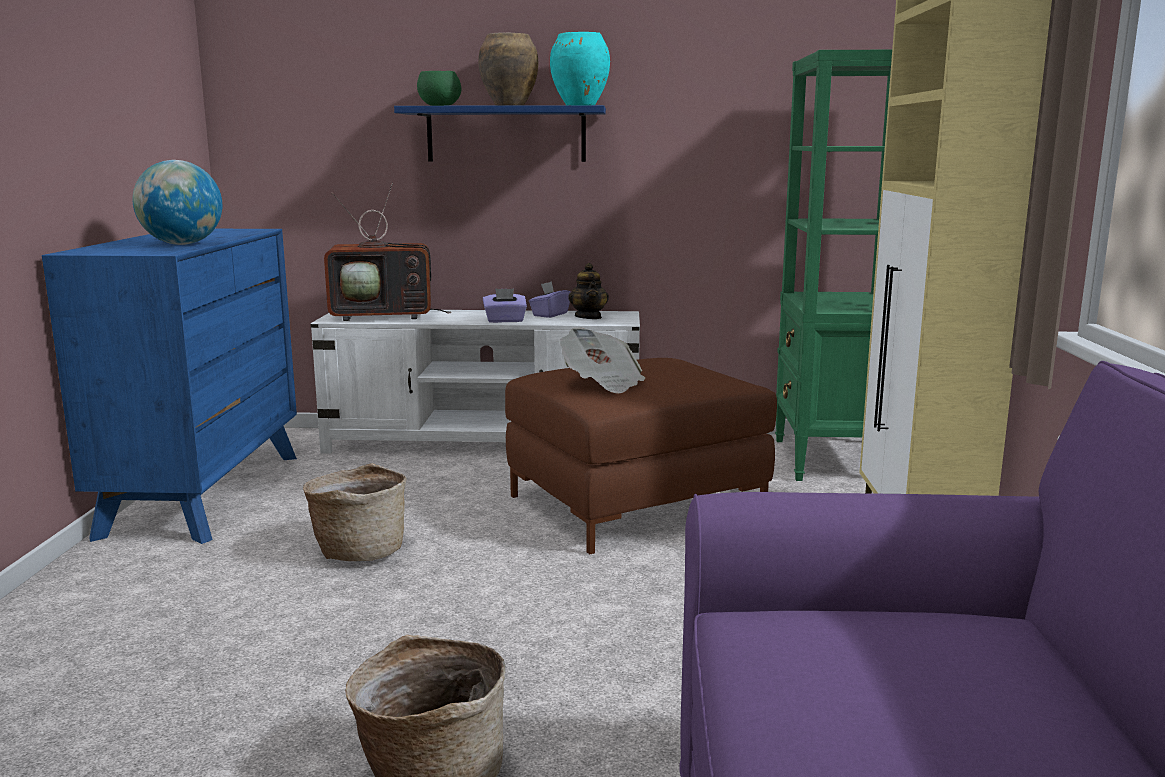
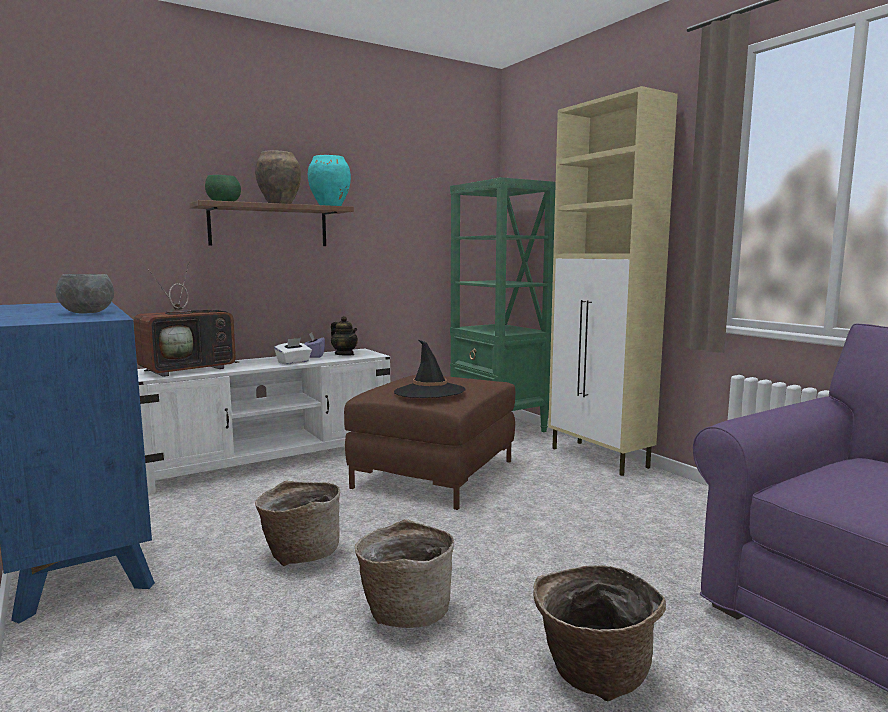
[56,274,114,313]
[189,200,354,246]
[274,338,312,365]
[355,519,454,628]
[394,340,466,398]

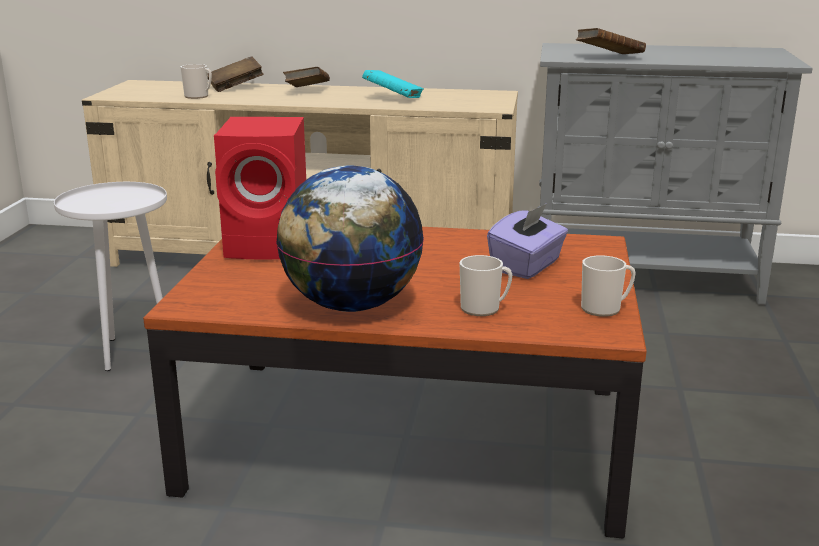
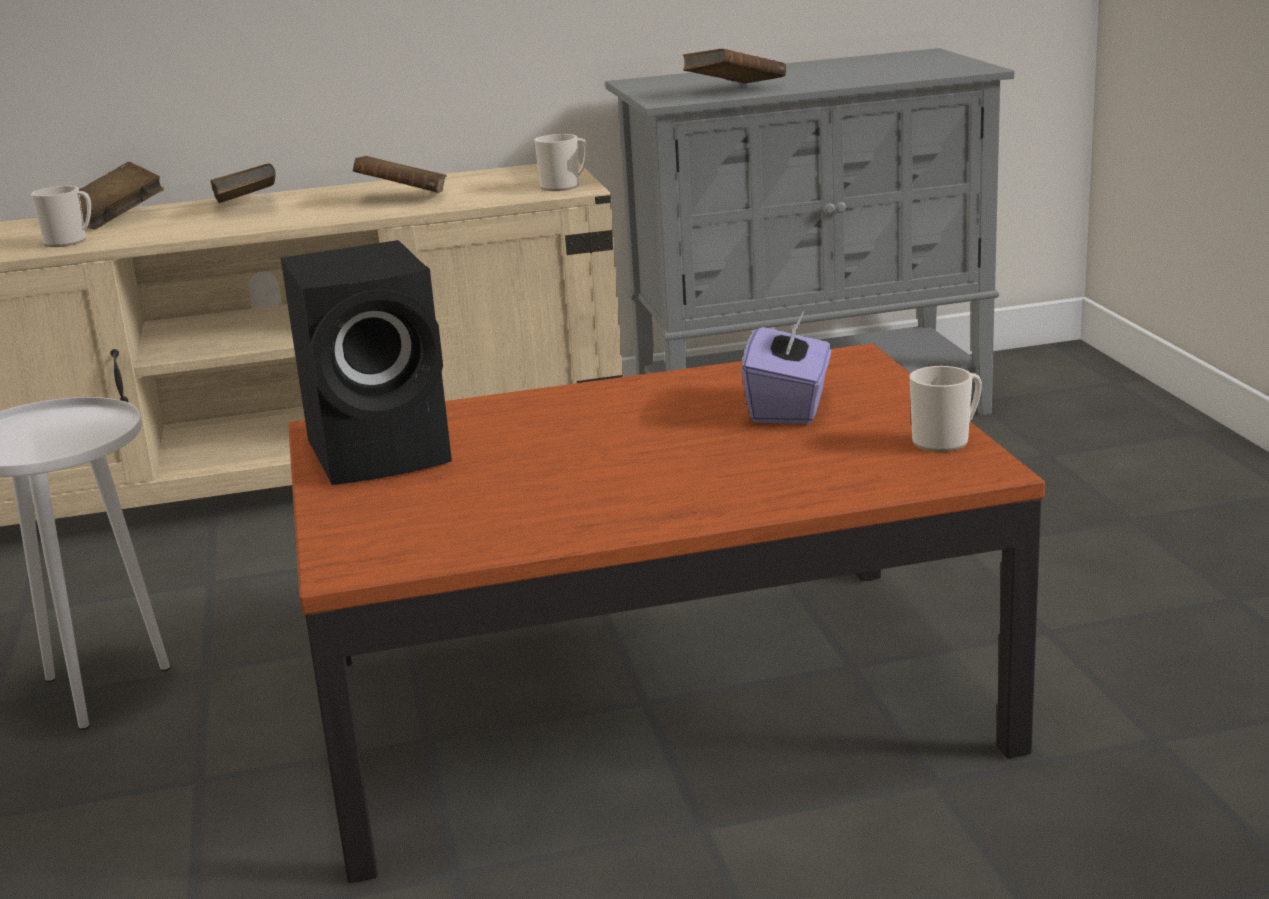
[281,240,452,485]
[353,156,447,193]
[535,134,588,191]
[276,165,424,312] (first image)

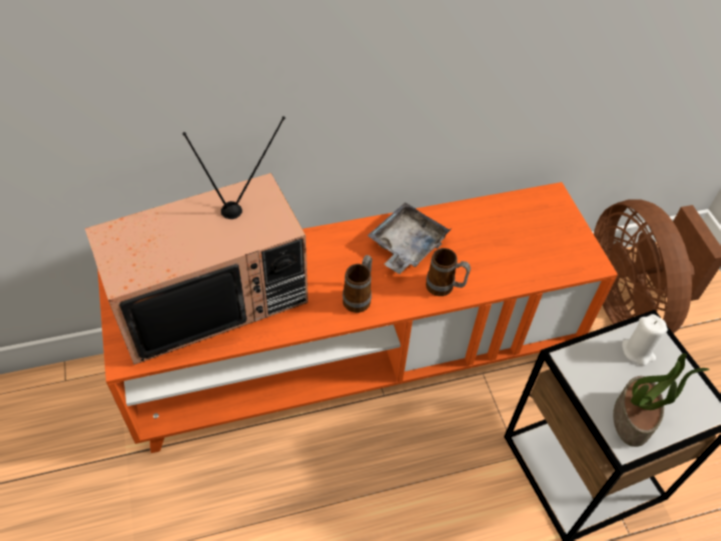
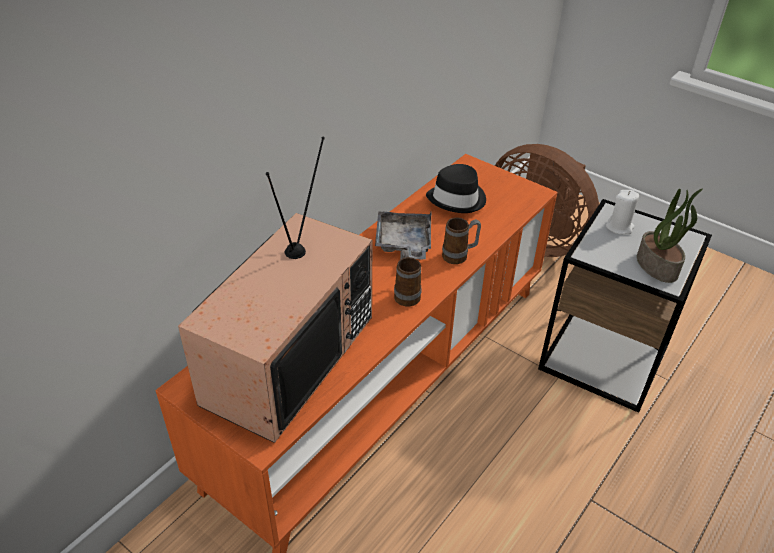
[426,164,486,213]

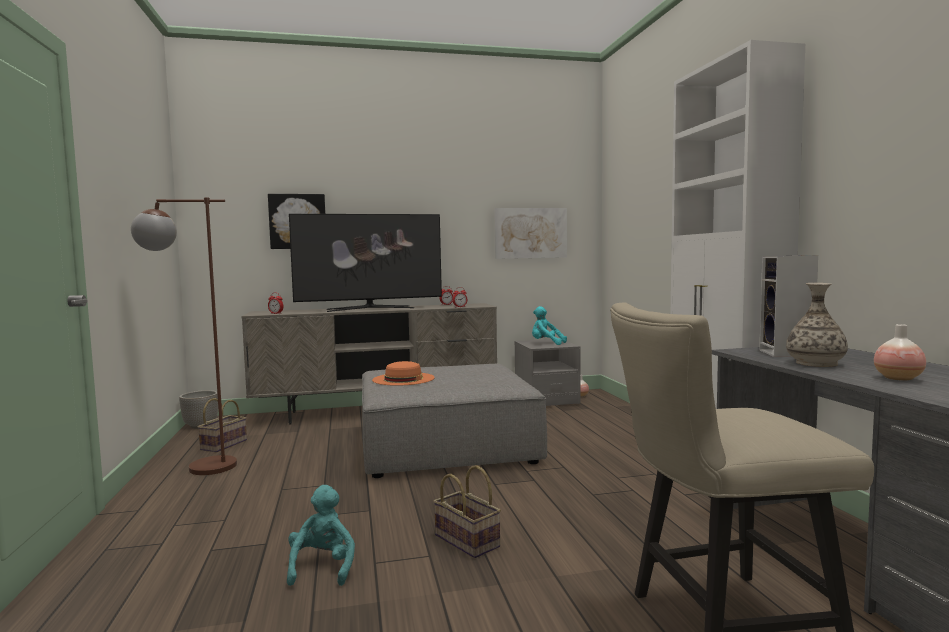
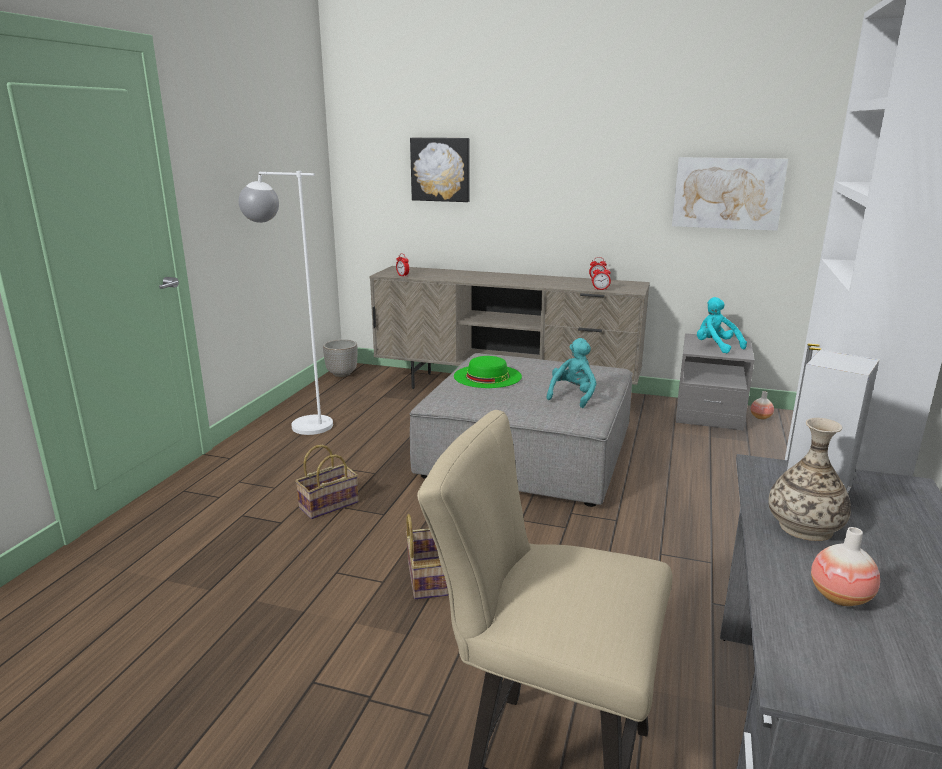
[239,171,333,435]
[295,445,359,519]
[454,356,522,388]
[546,338,597,408]
[289,214,442,312] (first image)

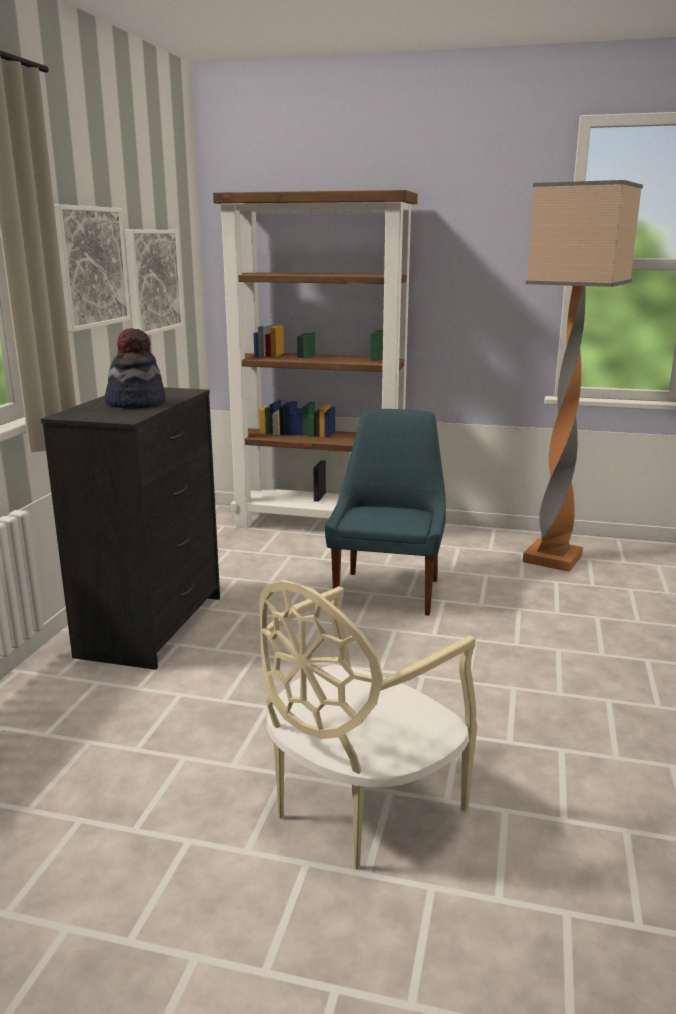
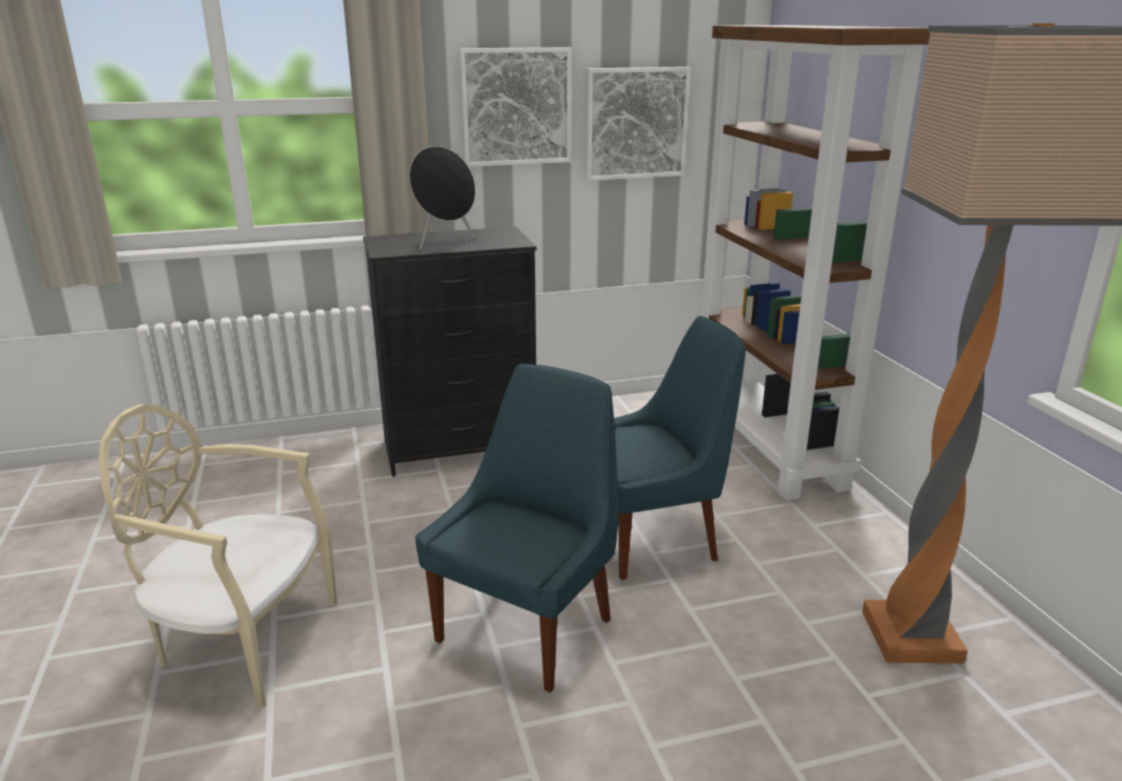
[409,146,476,250]
[415,364,619,693]

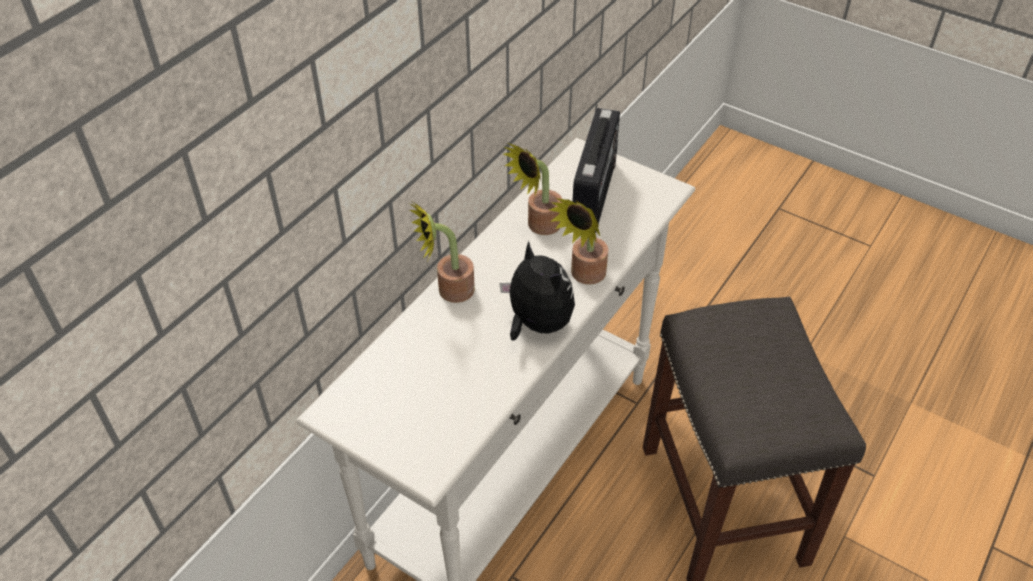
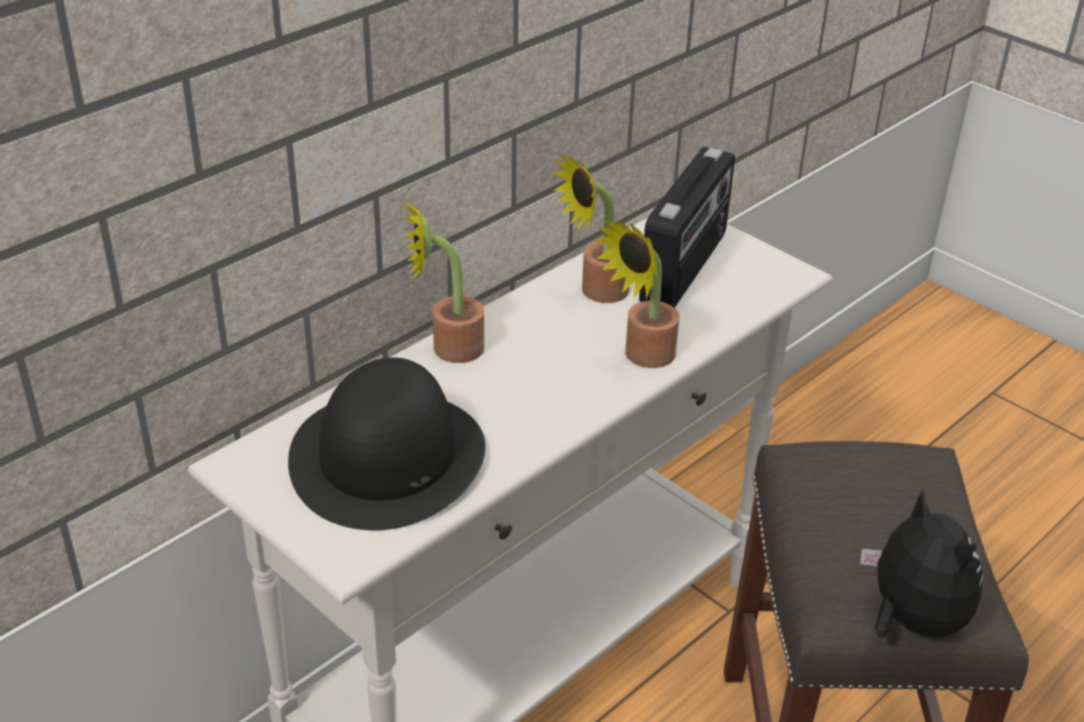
[288,357,486,530]
[860,489,983,638]

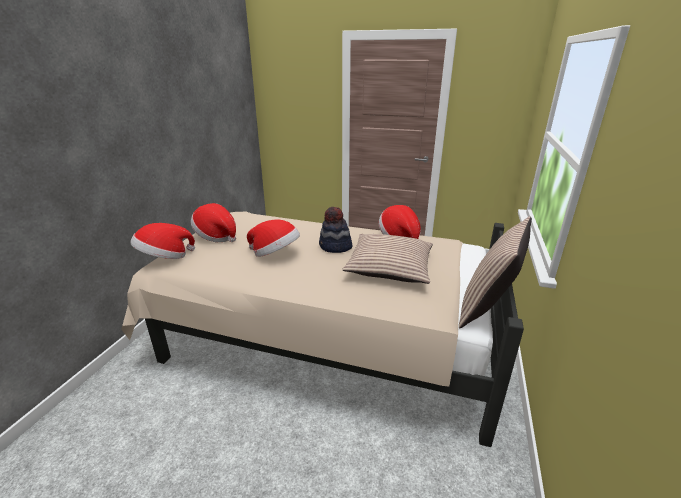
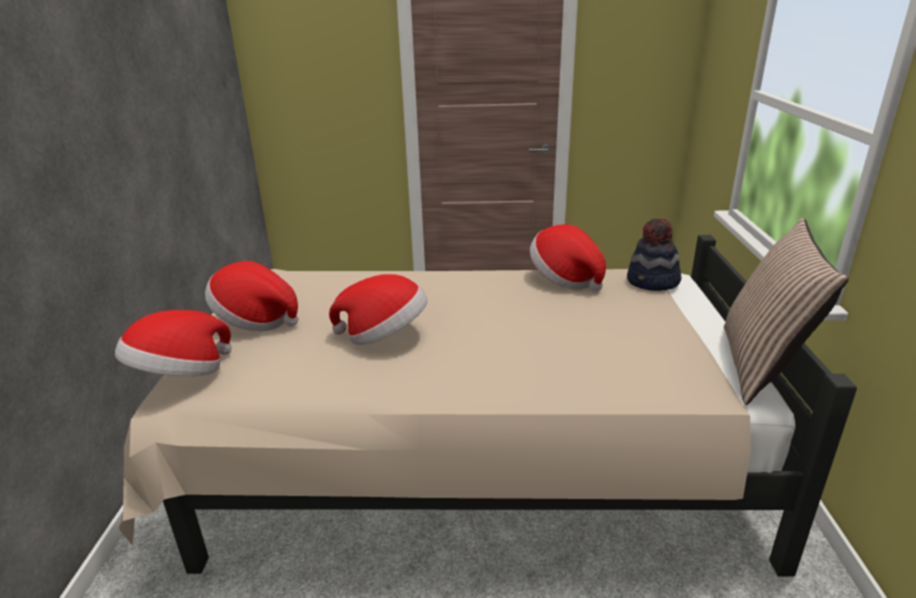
[627,219,681,291]
[342,234,433,284] (first image)

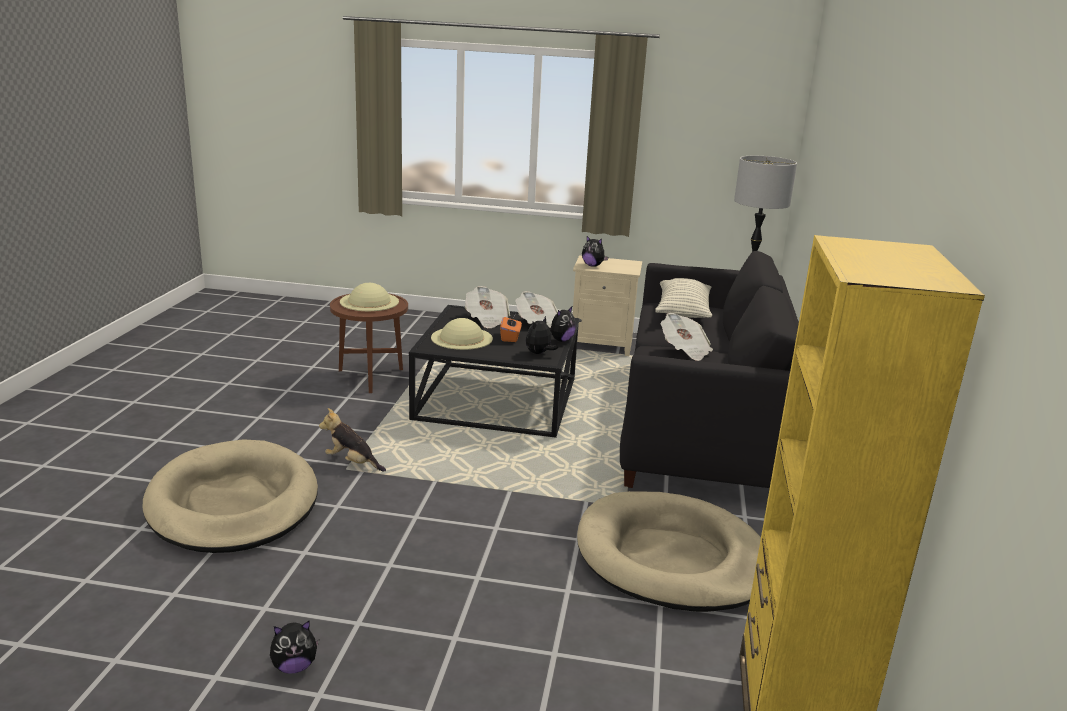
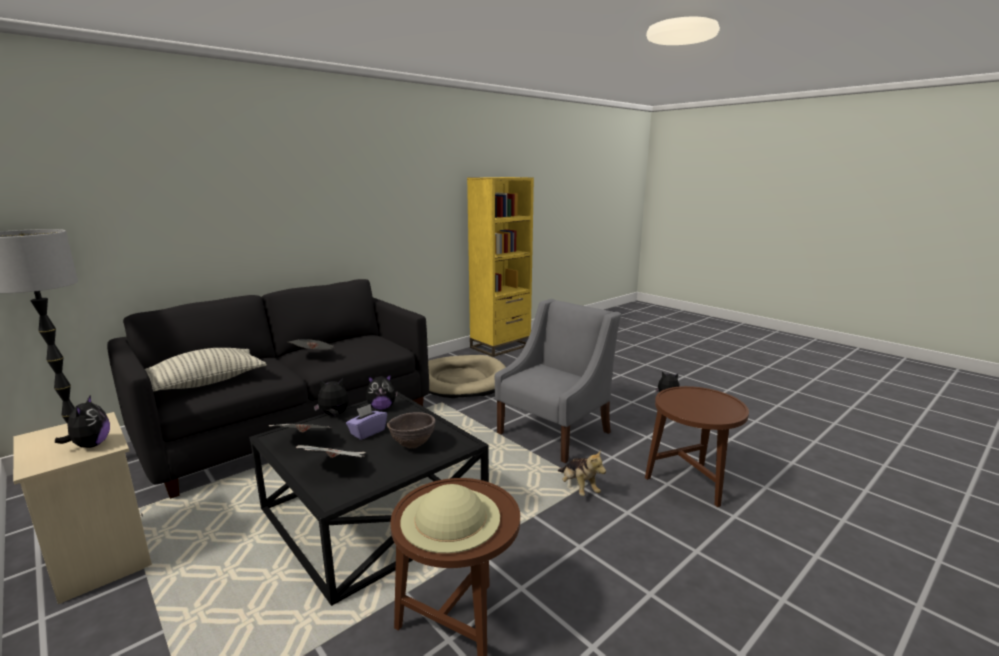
[346,404,387,440]
[387,412,436,449]
[495,299,621,463]
[645,386,749,507]

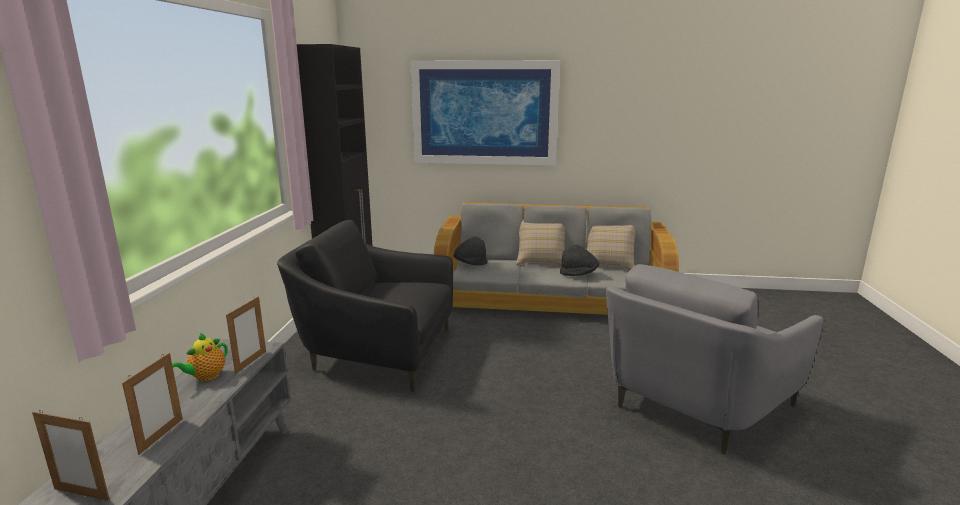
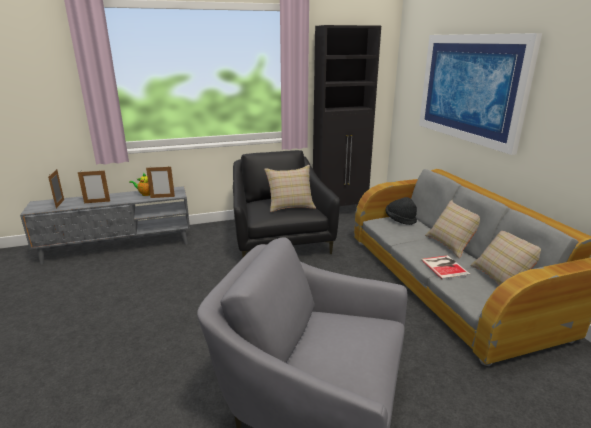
[264,165,316,212]
[421,255,471,279]

